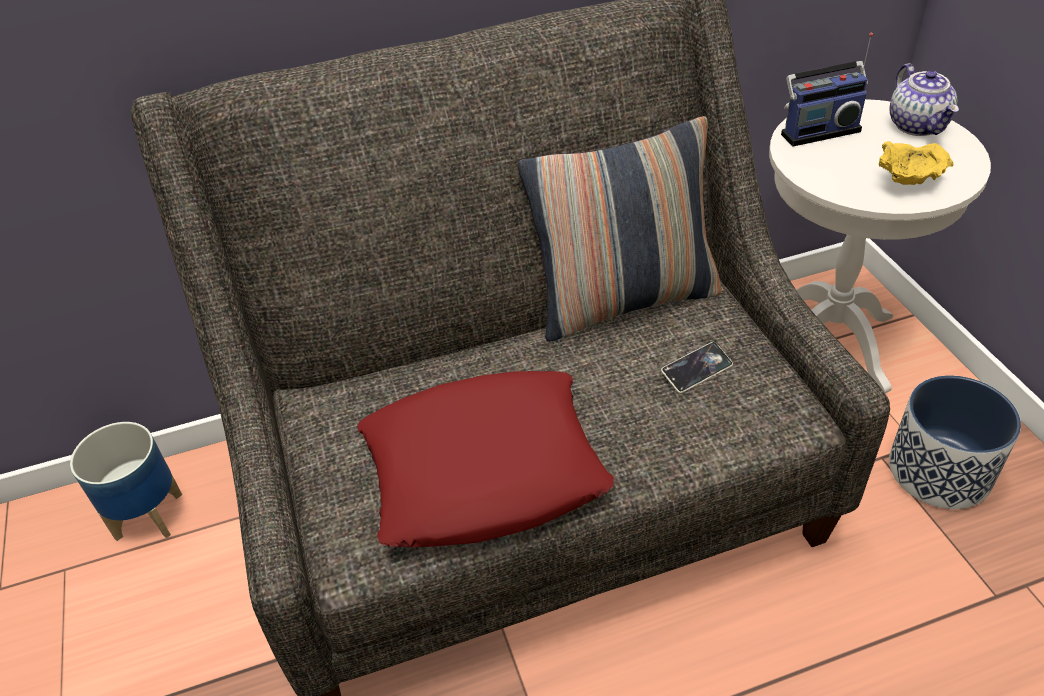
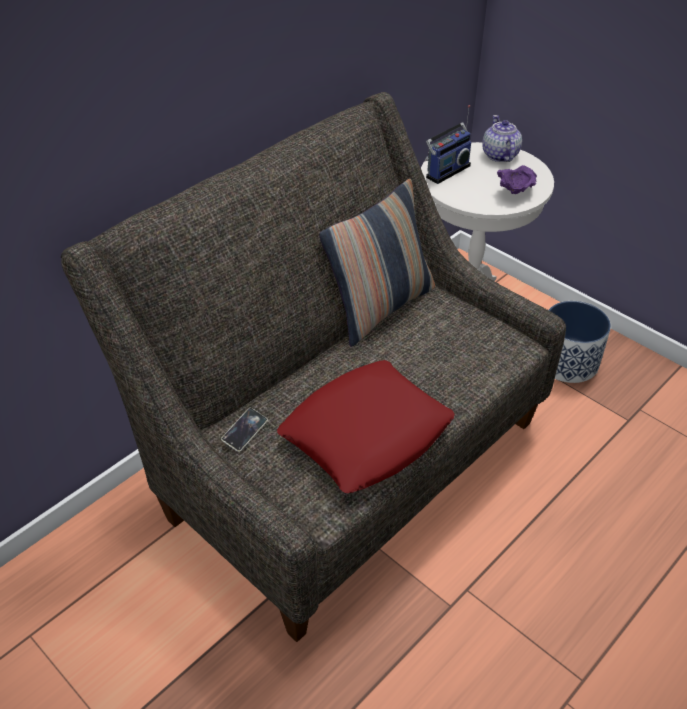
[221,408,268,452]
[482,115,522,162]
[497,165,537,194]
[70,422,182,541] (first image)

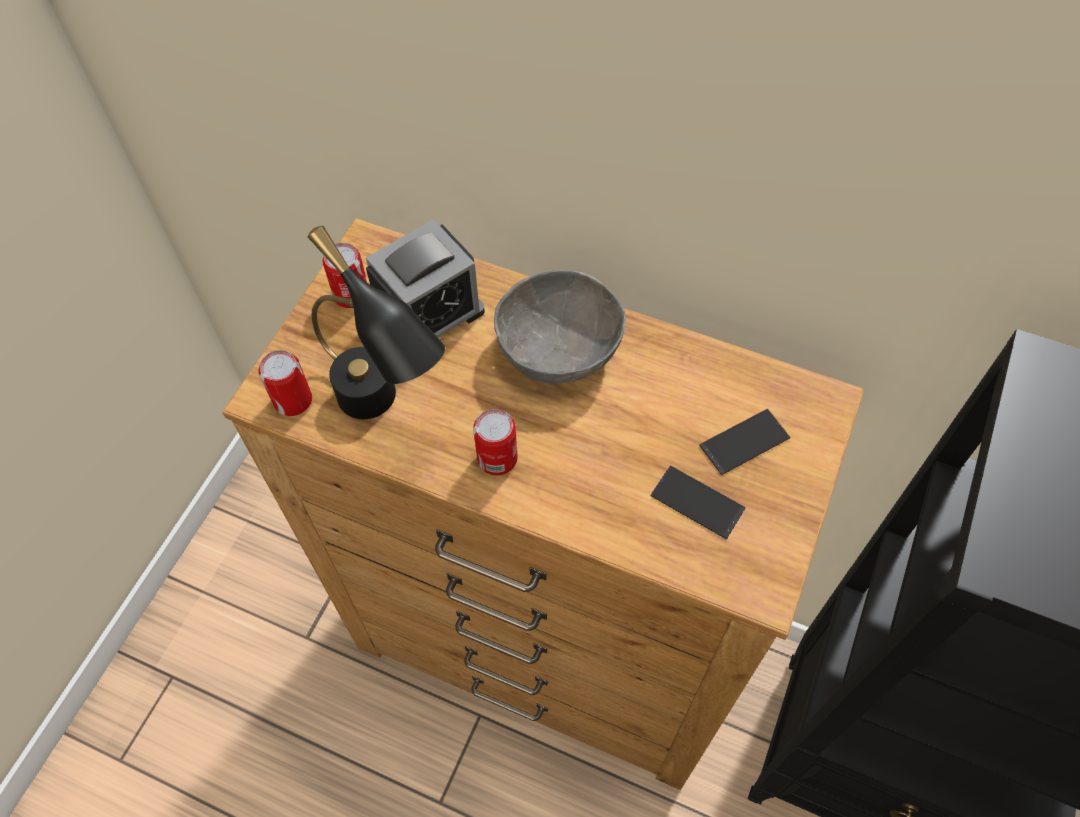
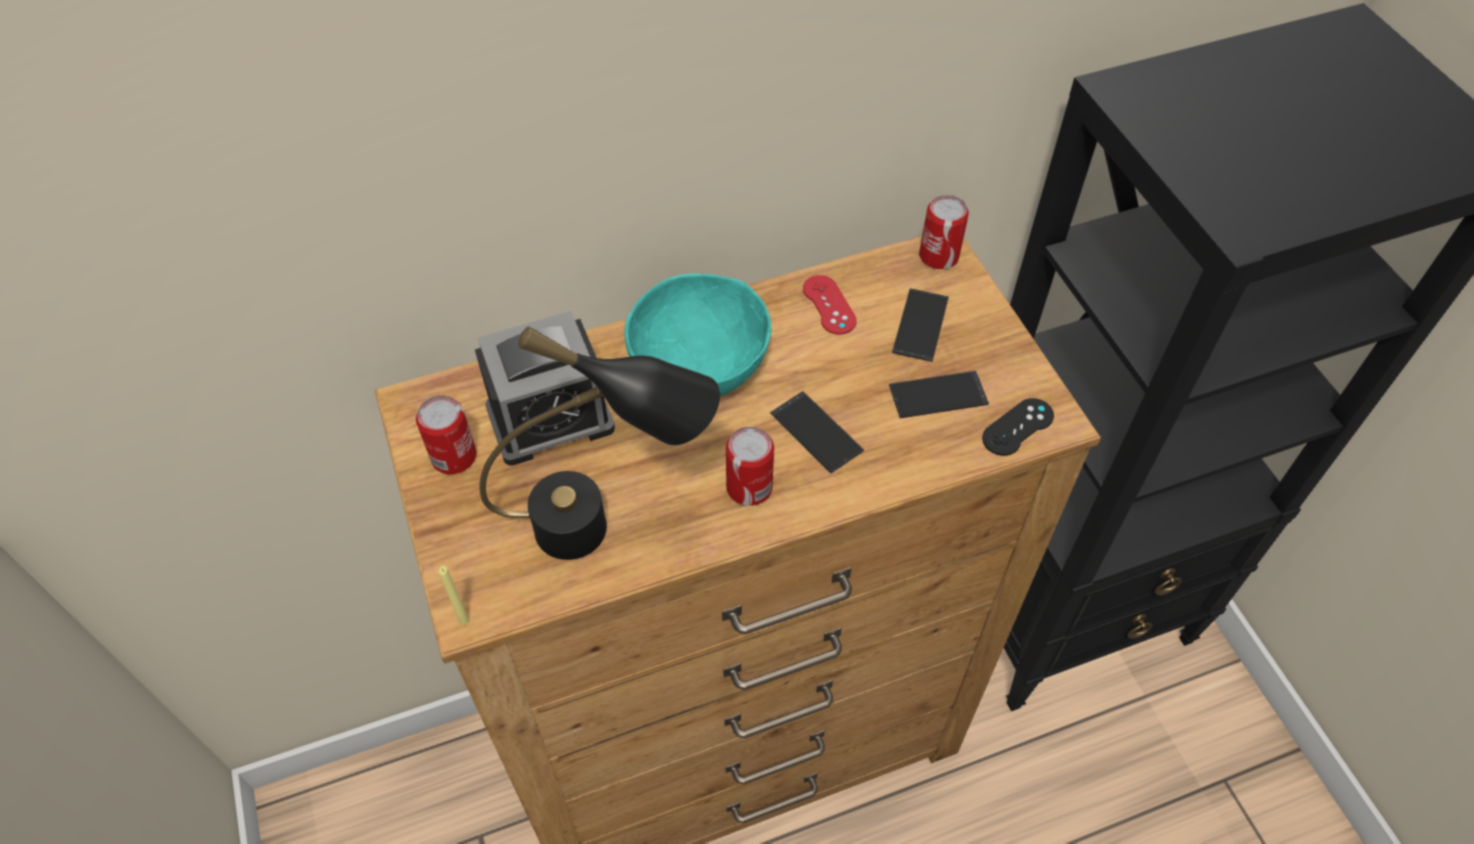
[439,566,469,625]
[475,311,615,466]
[624,273,771,396]
[770,391,864,473]
[803,275,857,335]
[919,195,969,269]
[982,398,1054,456]

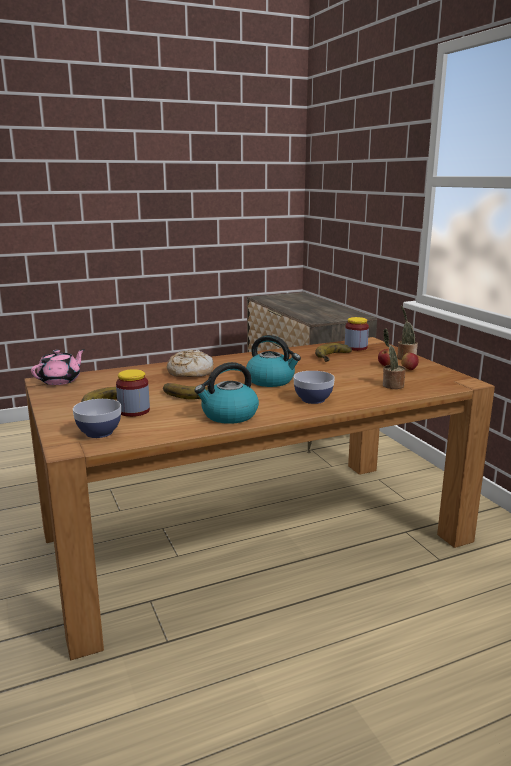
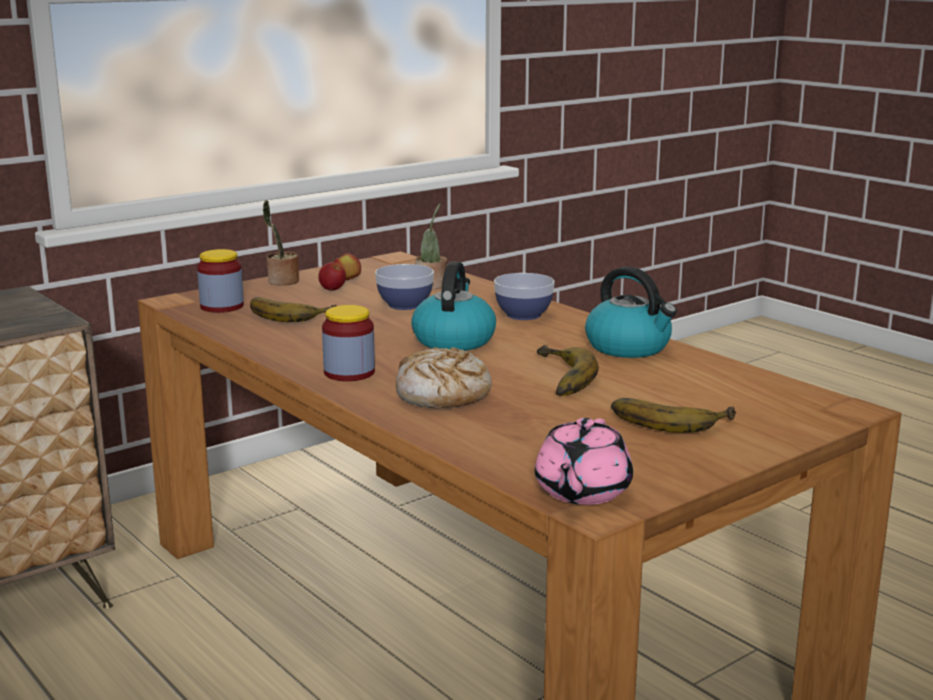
[322,305,375,381]
[375,264,434,310]
[535,418,633,505]

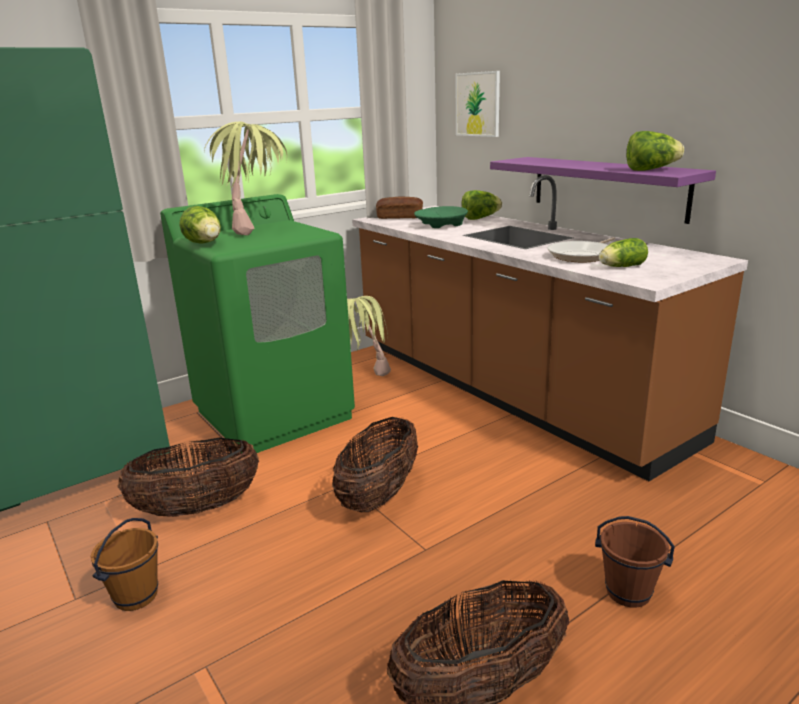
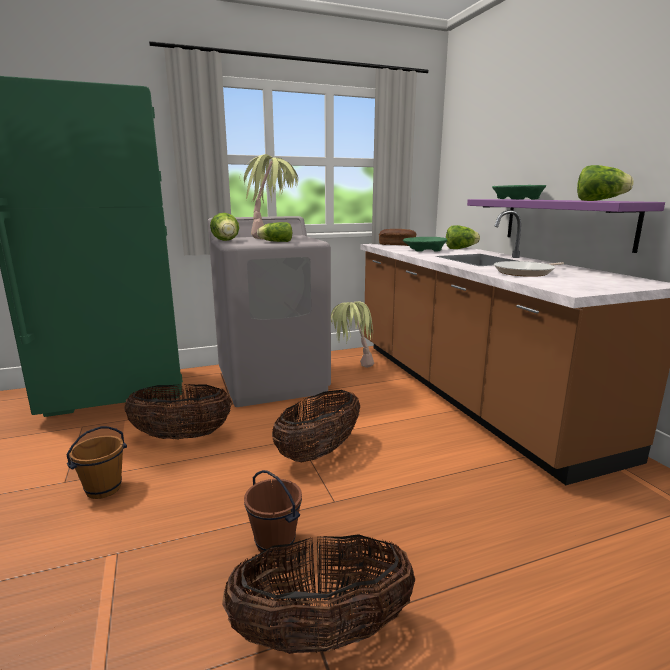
[208,216,331,407]
[244,470,302,556]
[257,222,292,242]
[492,185,546,200]
[456,71,500,137] (first image)

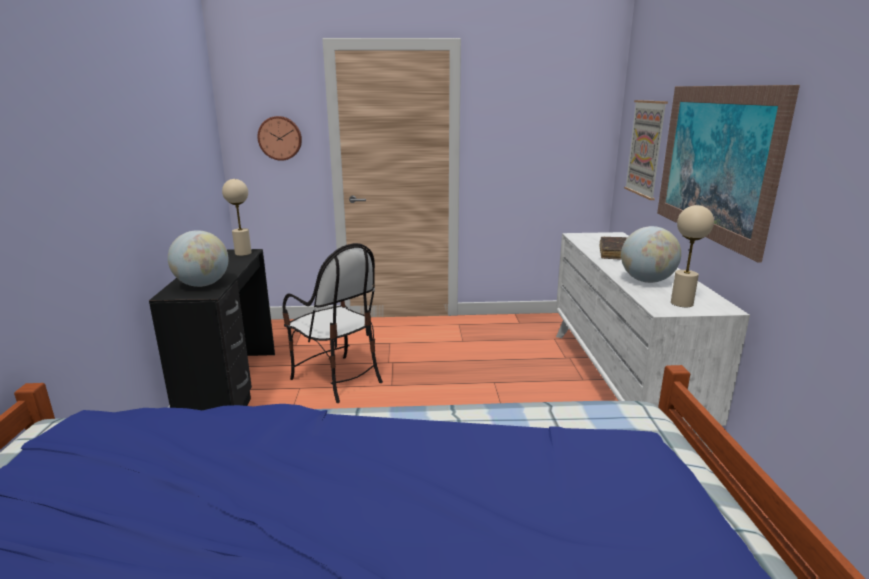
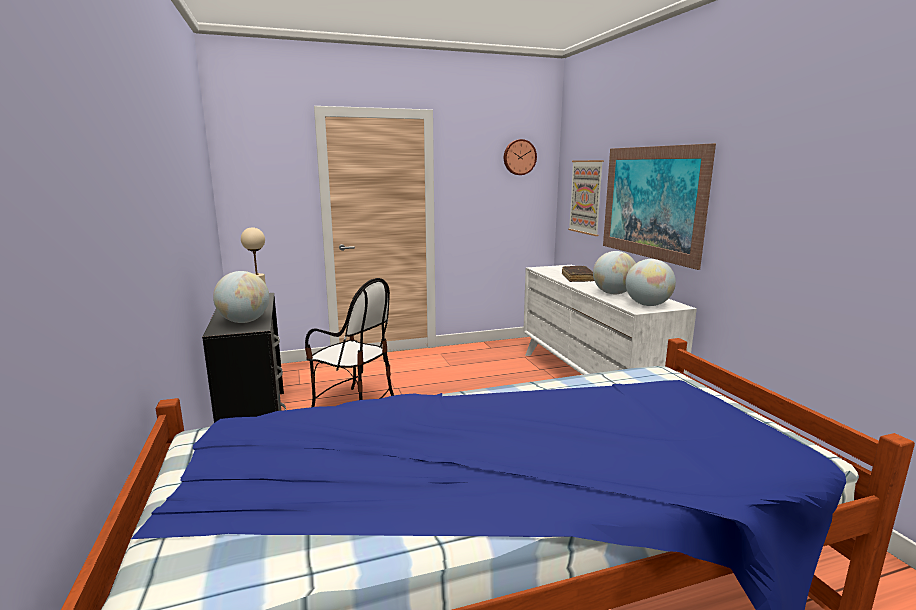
[504,139,537,175]
[626,259,676,306]

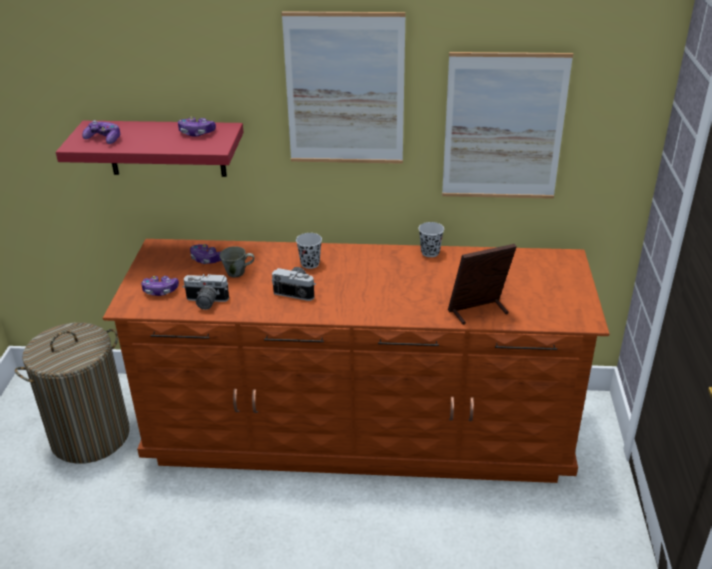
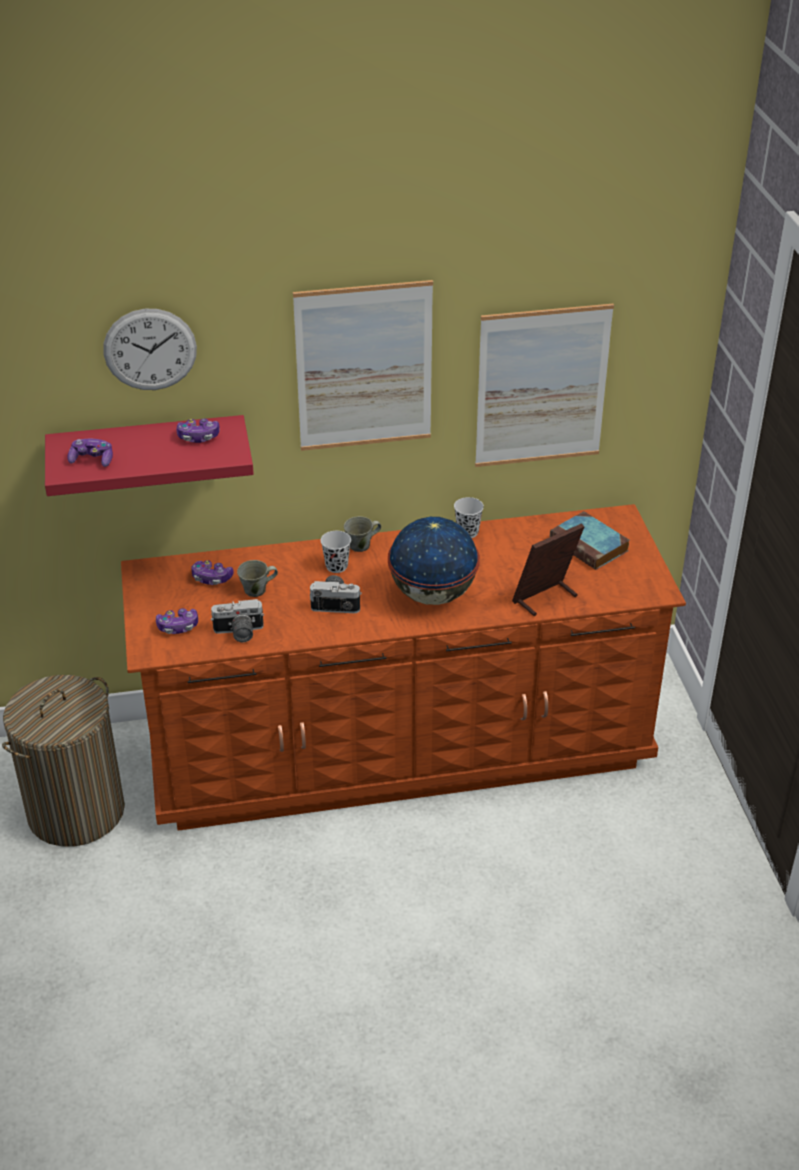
[103,309,197,390]
[344,516,381,552]
[388,517,480,605]
[550,511,630,570]

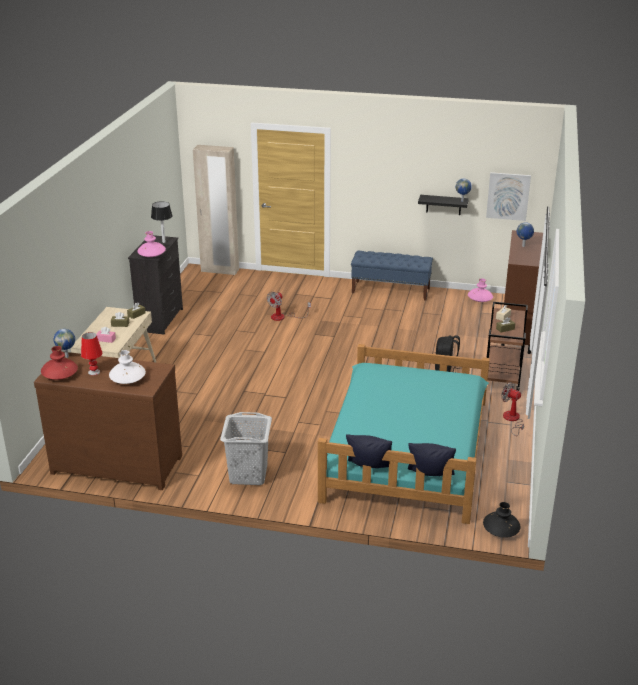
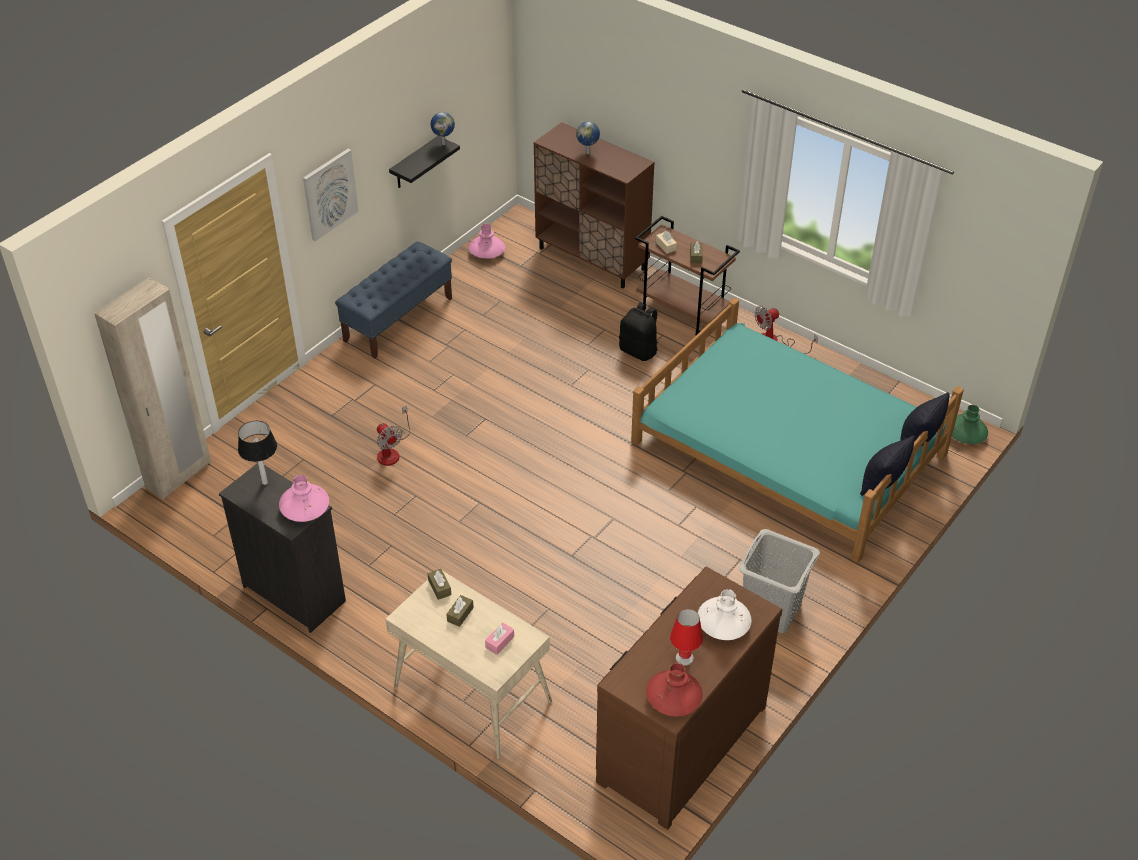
[303,149,359,241]
[952,405,988,444]
[53,329,75,358] (first image)

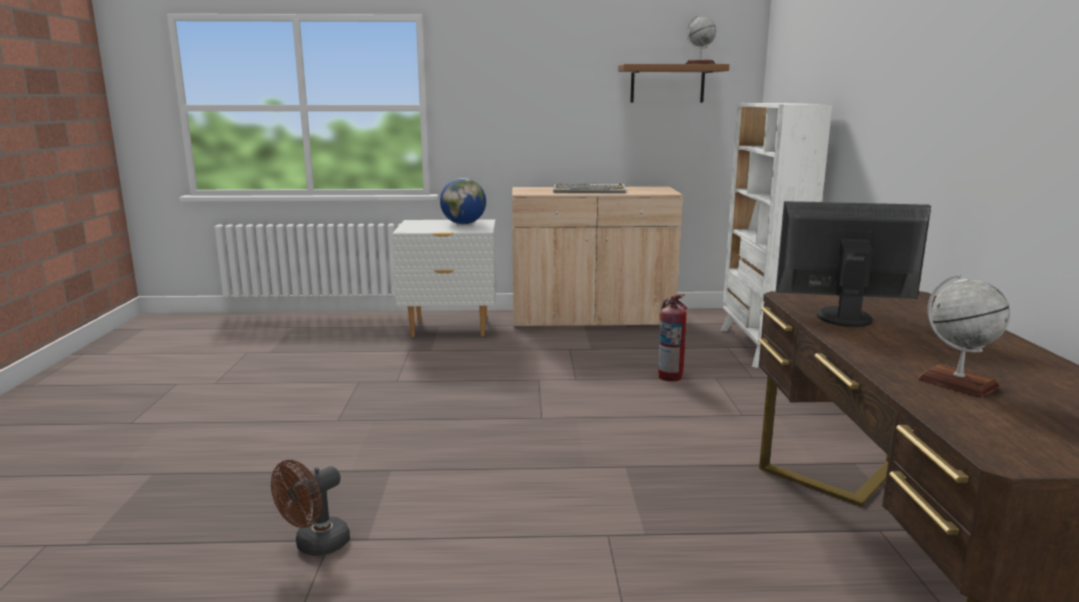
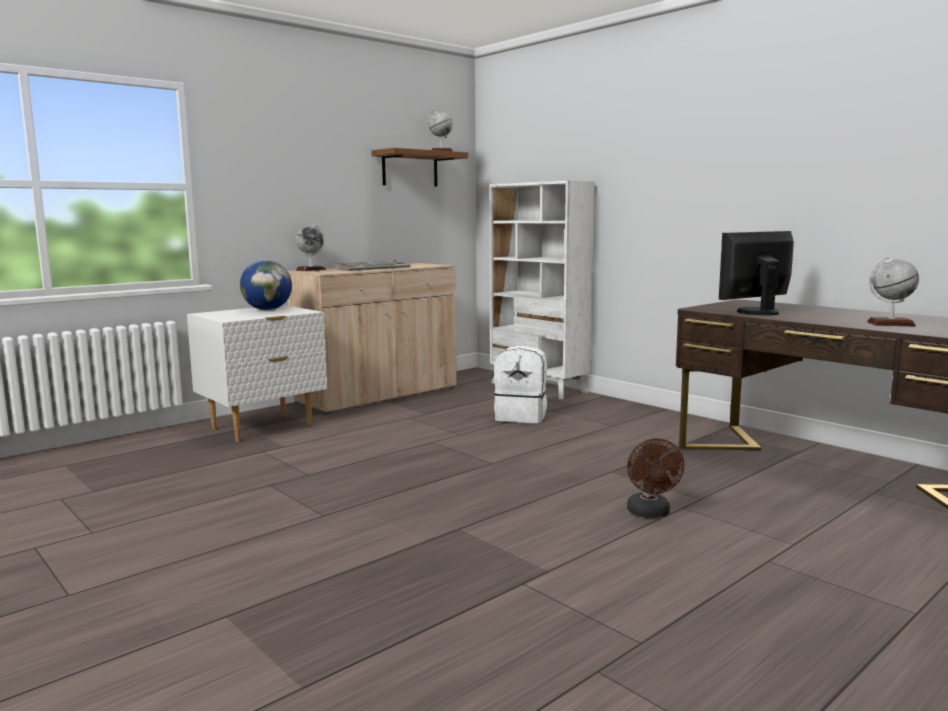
[296,224,327,271]
[494,345,547,423]
[627,438,684,518]

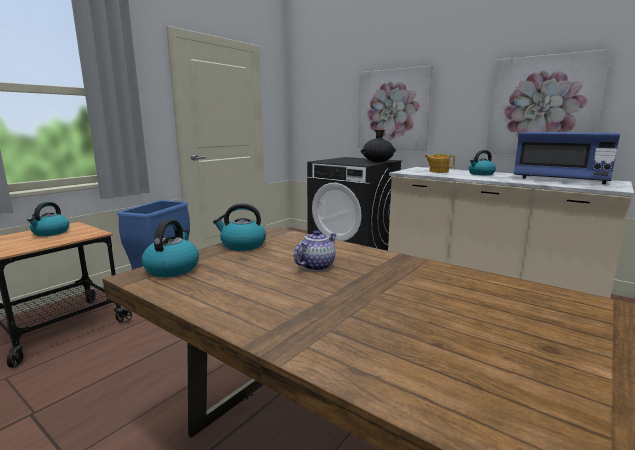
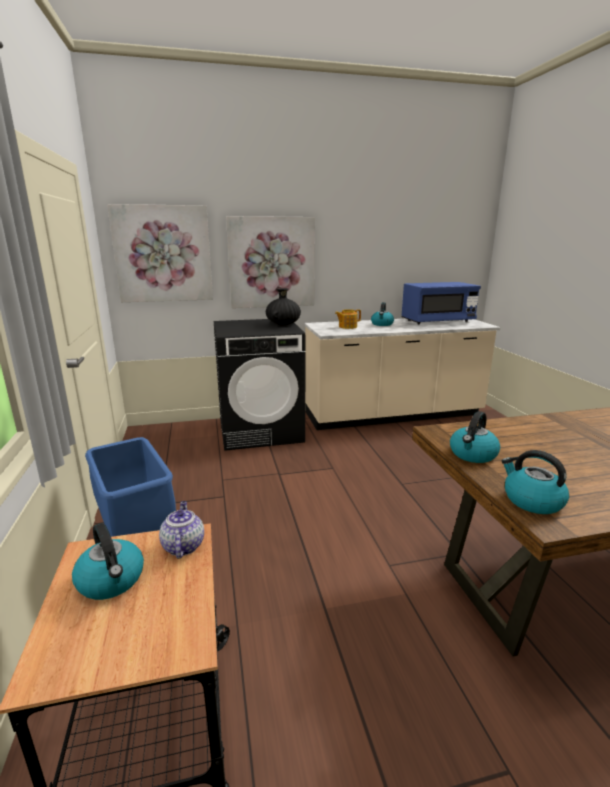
[107,204,213,302]
[159,501,204,559]

